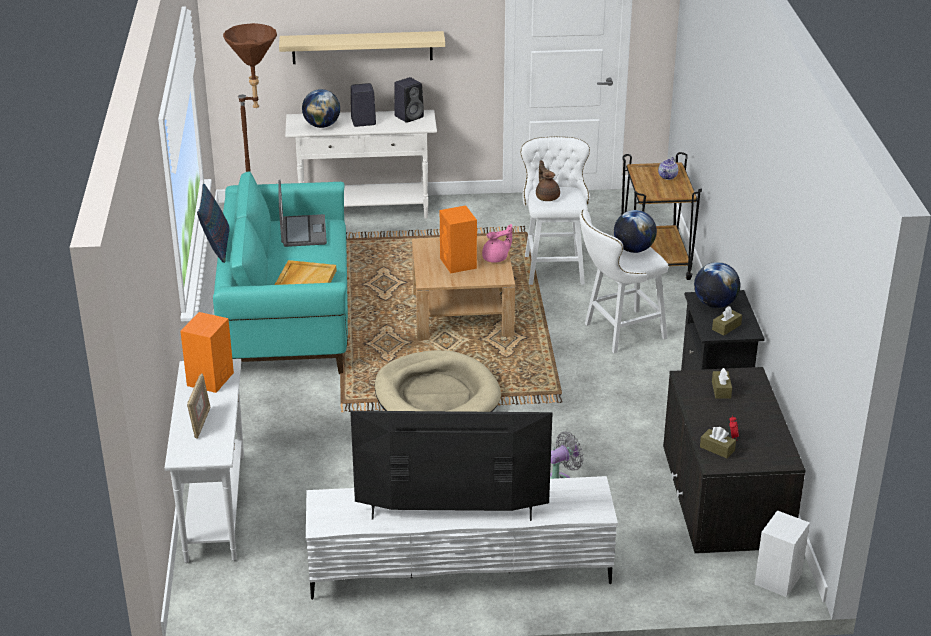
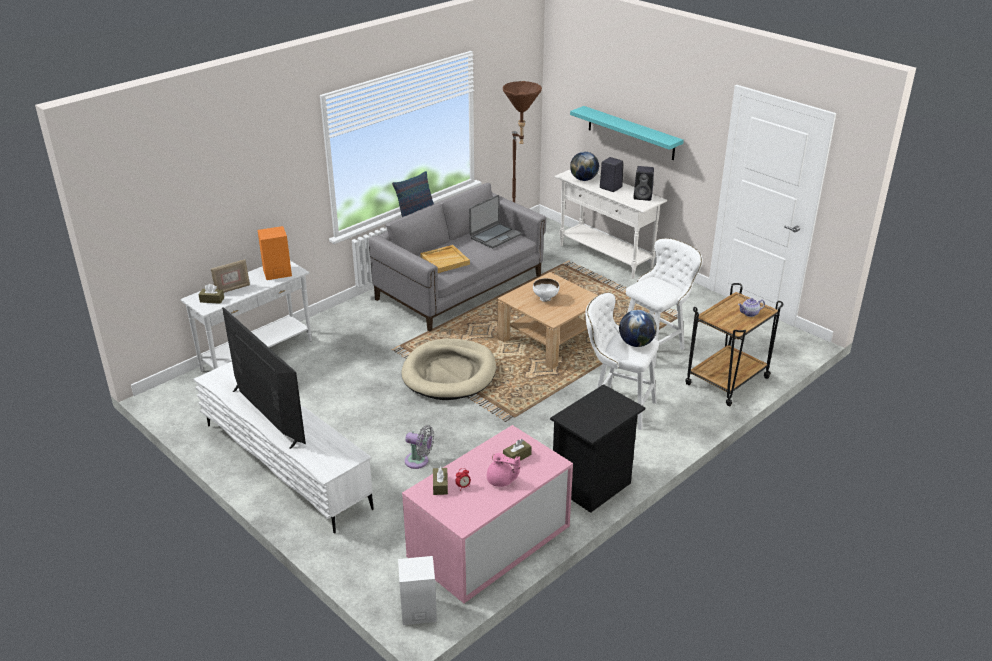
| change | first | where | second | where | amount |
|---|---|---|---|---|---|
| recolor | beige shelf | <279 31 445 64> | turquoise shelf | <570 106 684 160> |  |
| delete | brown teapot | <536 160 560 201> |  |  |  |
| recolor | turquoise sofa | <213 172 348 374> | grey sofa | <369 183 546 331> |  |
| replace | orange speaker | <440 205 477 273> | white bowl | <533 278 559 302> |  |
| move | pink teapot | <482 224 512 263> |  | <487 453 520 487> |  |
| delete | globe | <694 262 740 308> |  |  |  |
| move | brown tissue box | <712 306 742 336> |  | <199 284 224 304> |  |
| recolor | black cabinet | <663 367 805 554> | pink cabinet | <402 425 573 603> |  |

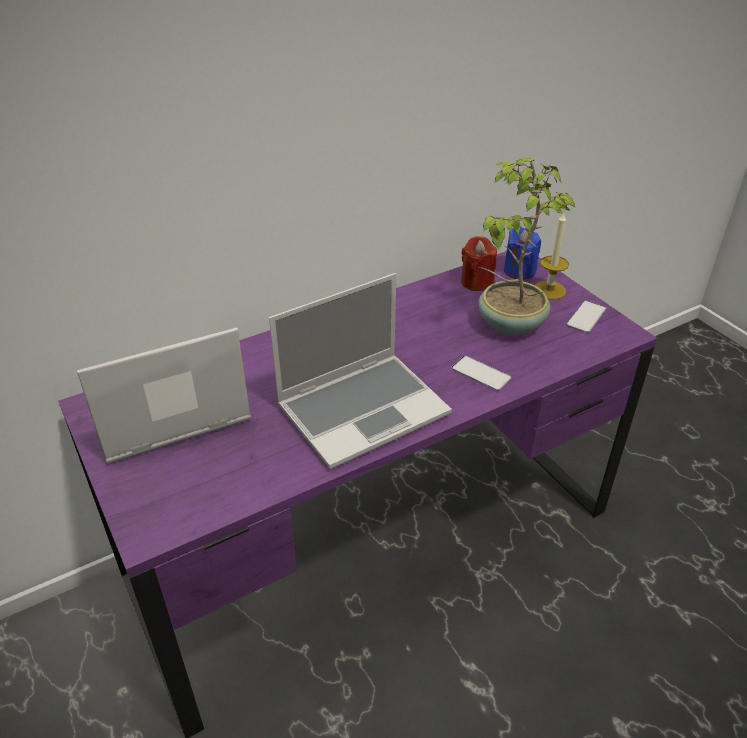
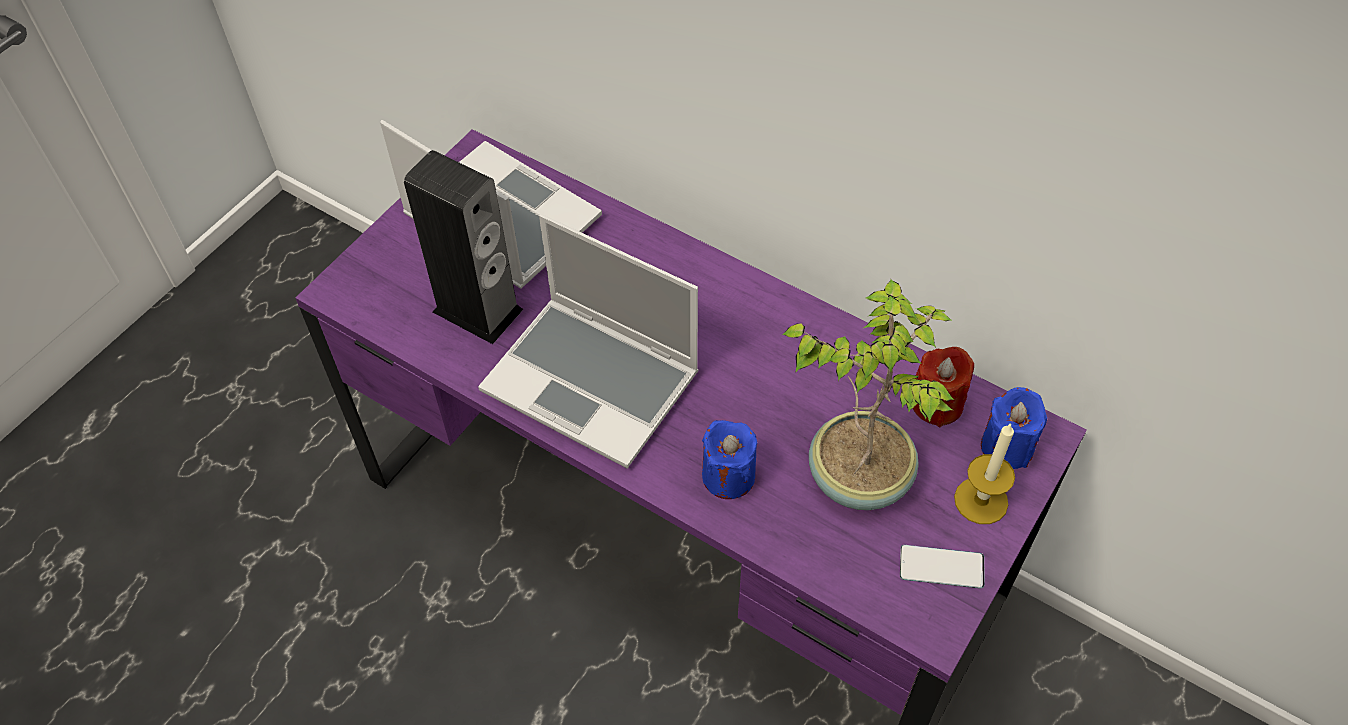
| change | first | where | second | where | amount |
|---|---|---|---|---|---|
| replace | phone | <451 356 511 391> | blue candle | <702 420 757 499> |  |
| insert |  |  | speaker | <404 150 523 344> |  |

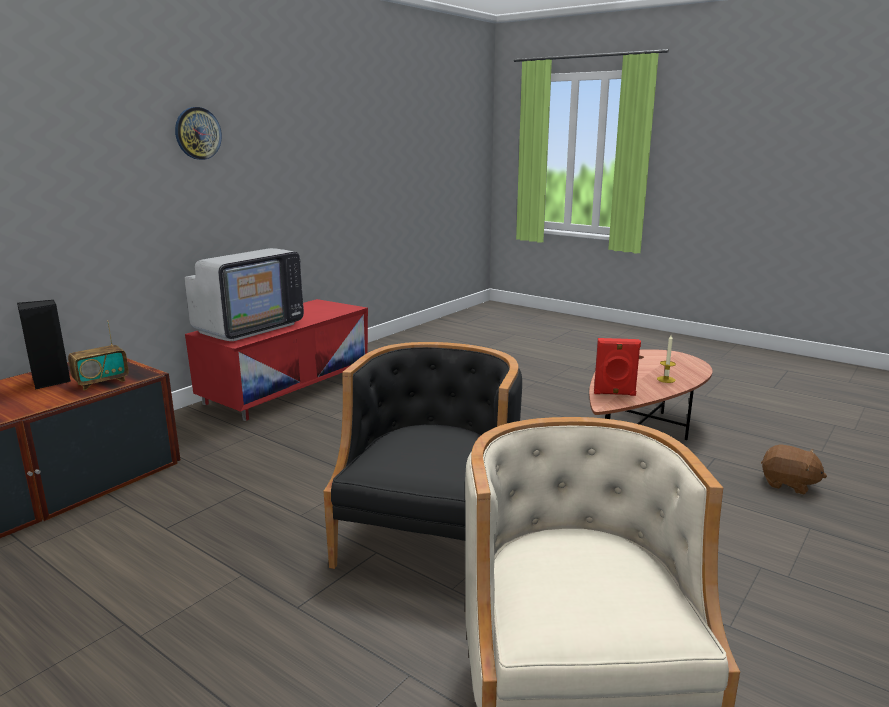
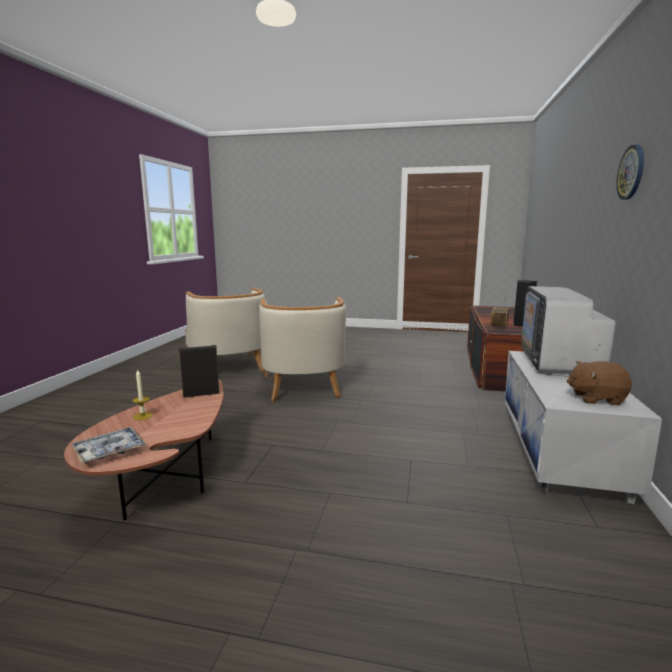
| change | first | where | second | where | amount |
|---|---|---|---|---|---|
| recolor | red tv stand | <185 299 368 421> | white tv stand | <505 351 662 504> |  |
| recolor | red speaker | <594 338 641 396> | black speaker | <179 345 219 398> |  |
| recolor | black armchair | <324 342 522 569> | beige armchair | <259 297 346 402> |  |
| move | brown plush toy | <761 444 827 495> |  | <567 361 632 405> |  |
| insert |  |  | tray | <72 427 146 463> |  |

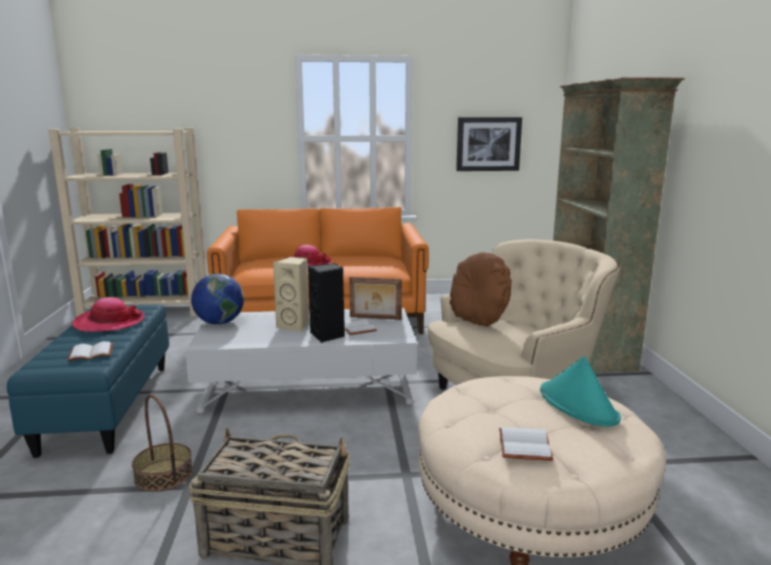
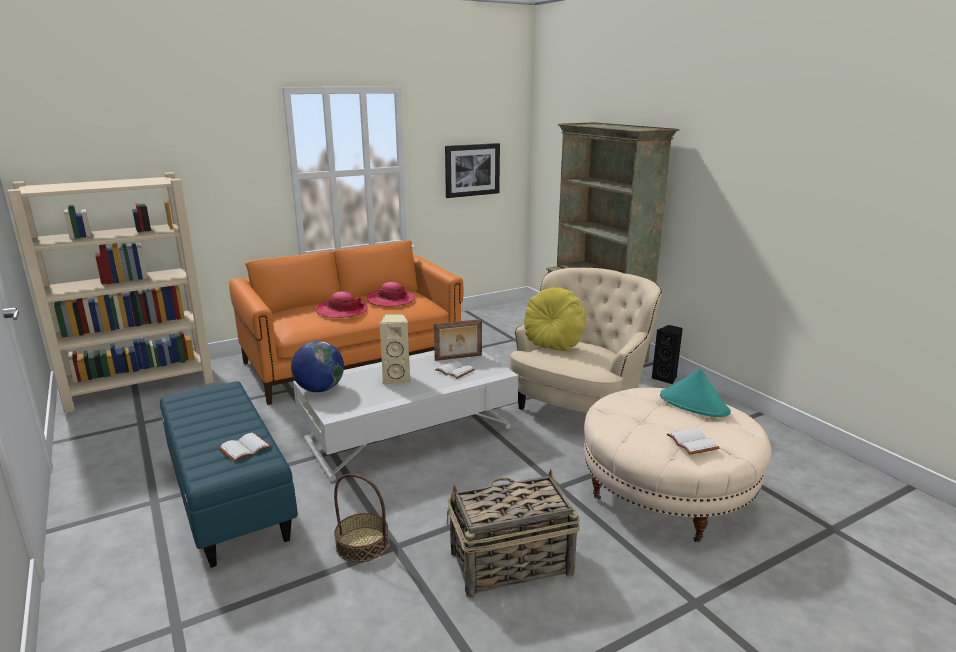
| change | first | where | second | where | amount |
|---|---|---|---|---|---|
| recolor | brown pillow | <450 252 512 327> | yellow pillow | <524 287 585 351> |  |
| move | black speaker | <308 263 345 343> |  | <651 325 683 384> |  |
| move | hat | <72 297 144 332> |  | <366 282 415 307> |  |

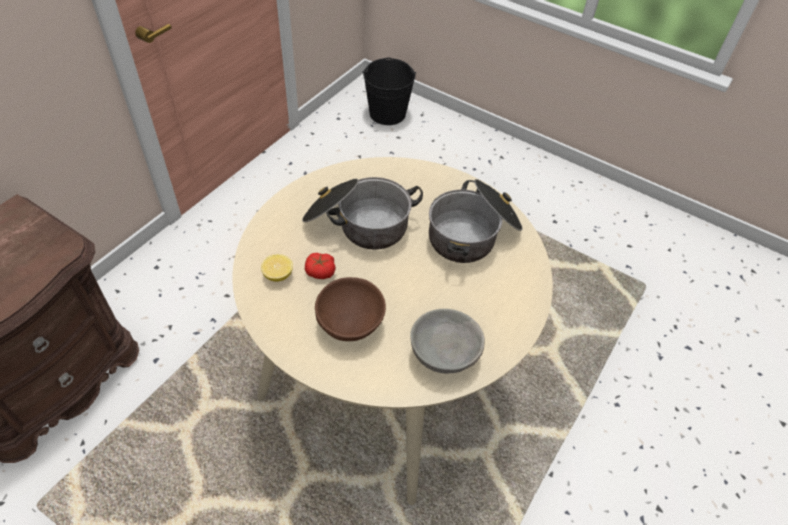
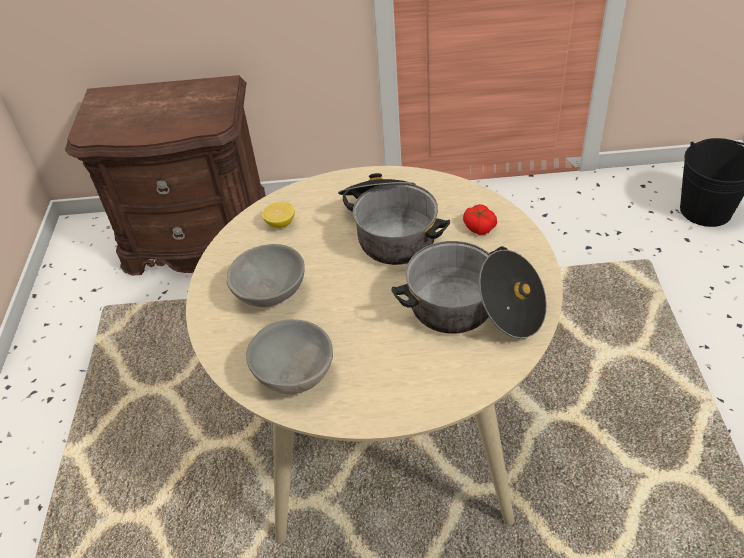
| change | first | where | second | where | amount |
|---|---|---|---|---|---|
| move | tomato | <305 253 336 279> |  | <463 204 497 235> |  |
| recolor | brown bowl | <315 277 386 341> | grey bowl | <227 244 305 307> |  |

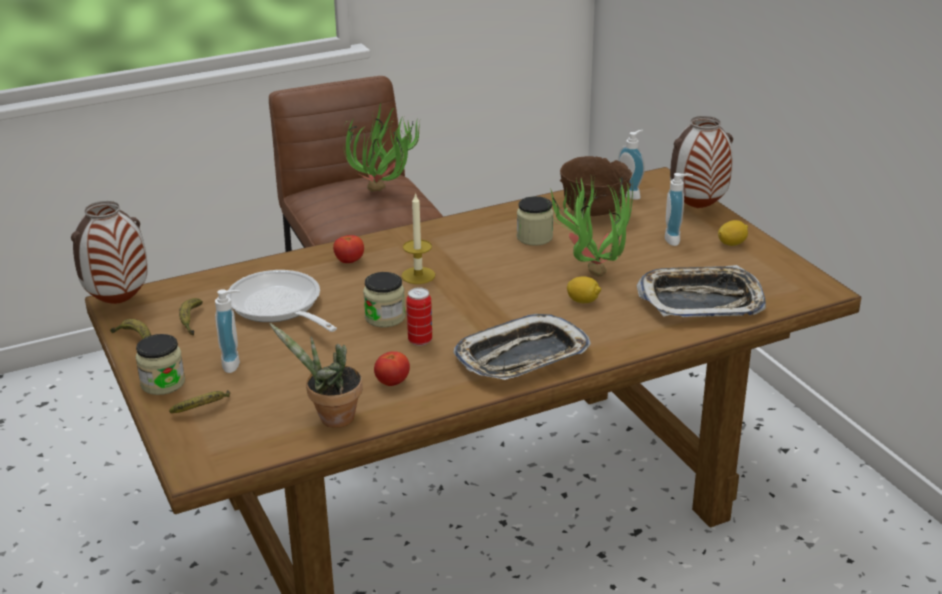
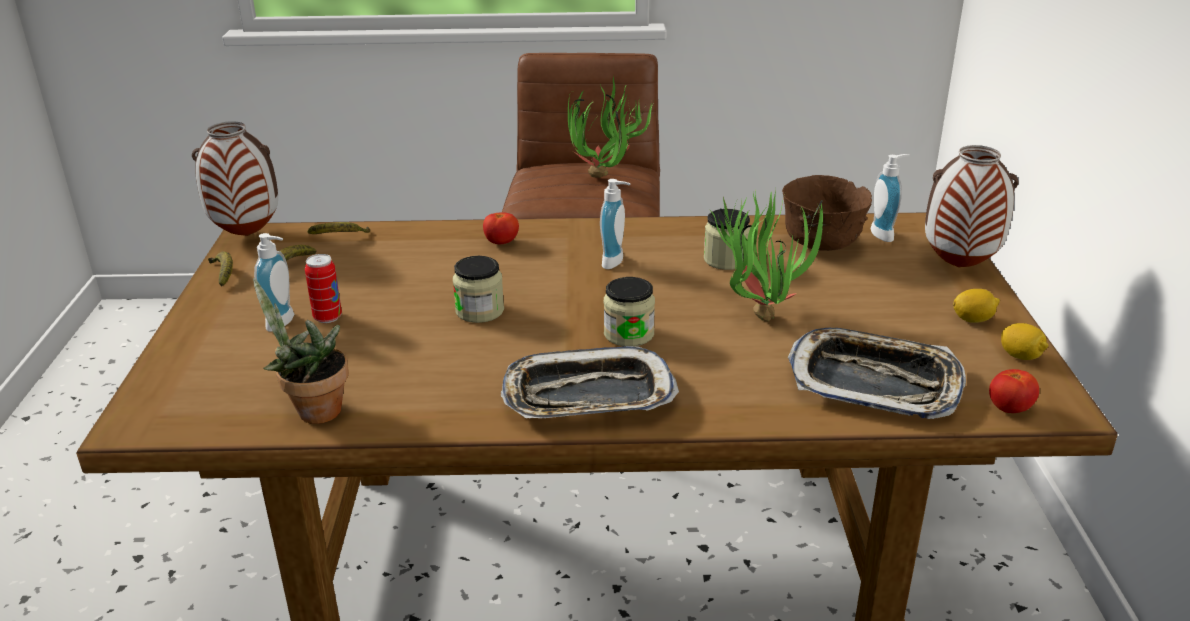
| change | first | where | second | where | amount |
|---|---|---|---|---|---|
| move | soap dispenser | <665 173 693 246> |  | <600 179 631 269> |  |
| delete | candle | <402 193 435 284> |  |  |  |
| delete | frying pan | <226 270 337 332> |  |  |  |
| move | lemon | <567 276 601 303> |  | <1001 323 1049 360> |  |
| move | can | <406 287 432 346> |  | <305 254 342 323> |  |
| move | jar | <135 334 185 395> |  | <604 277 655 347> |  |
| move | tomato | <374 351 410 386> |  | <989 369 1039 413> |  |
| move | banana | <169 390 230 413> |  | <307 222 370 234> |  |

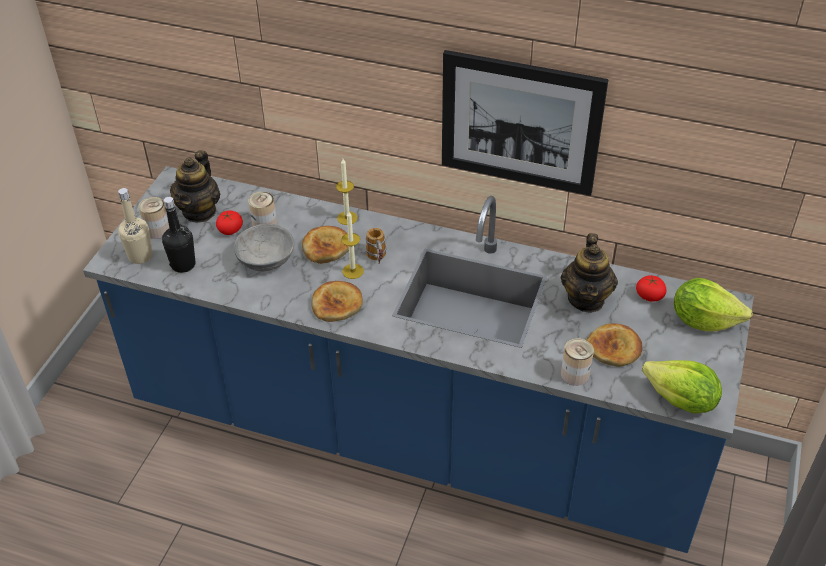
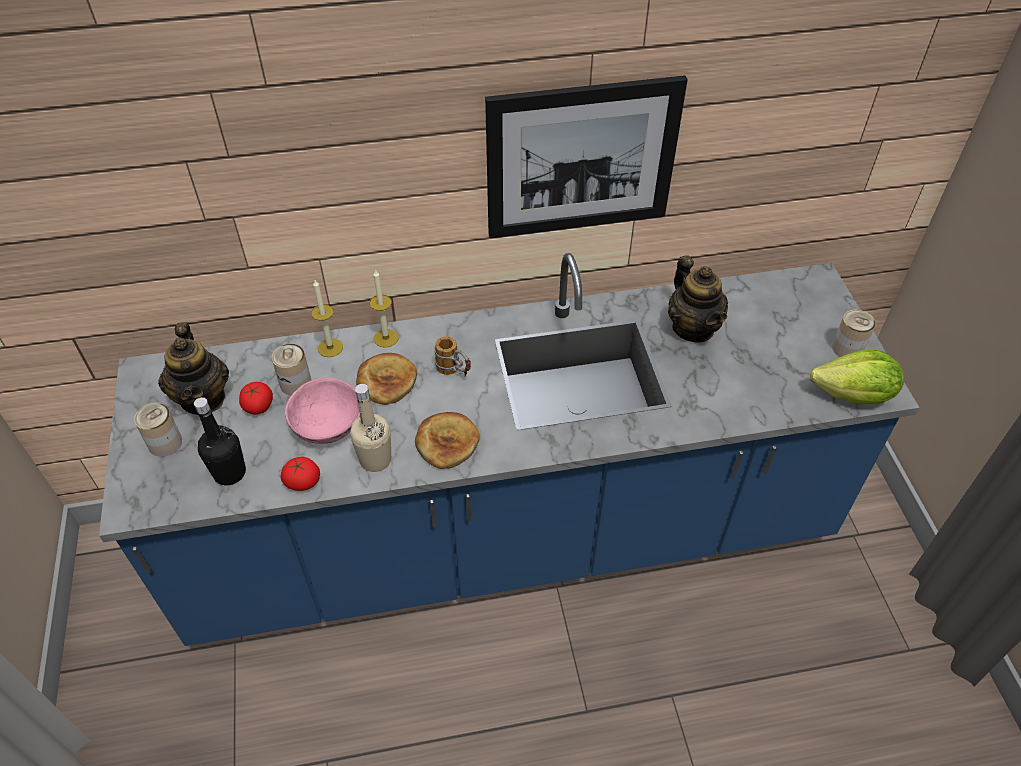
| change | first | where | second | where | amount |
|---|---|---|---|---|---|
| move | beige bottle | <118 188 153 264> |  | <350 384 391 472> |  |
| move | candle | <342 211 364 279> |  | <311 280 343 357> |  |
| recolor | grey bowl | <234 223 294 271> | pink bowl | <285 378 360 444> |  |
| move | tomato | <636 275 667 302> |  | <281 457 320 491> |  |
| delete | lettuce | <674 278 753 331> |  |  |  |
| delete | bread | <586 324 642 367> |  |  |  |
| move | can | <561 338 594 386> |  | <832 310 876 357> |  |

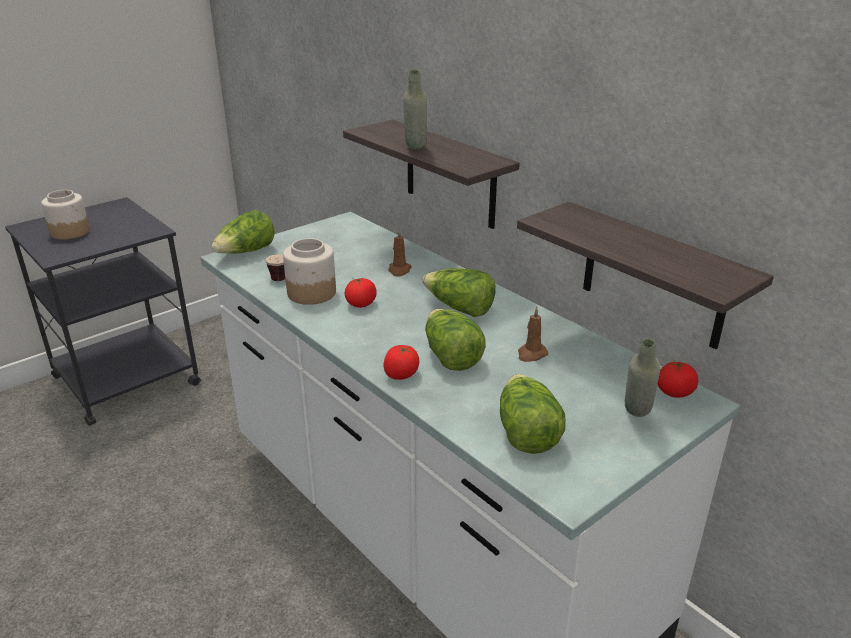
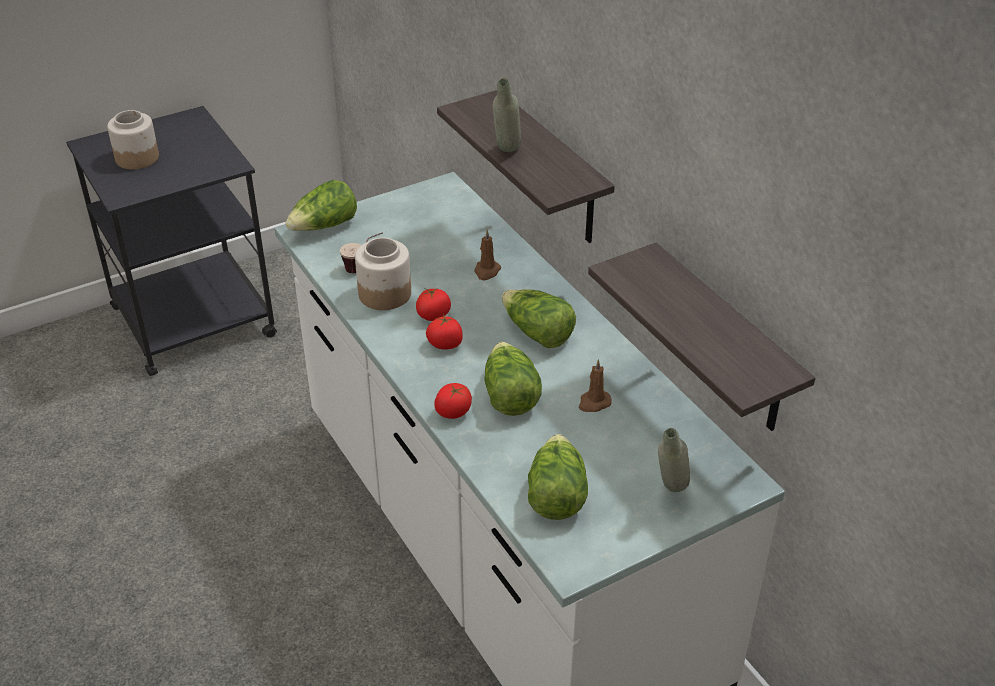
| change | first | where | second | where | amount |
|---|---|---|---|---|---|
| move | tomato | <657 360 698 398> |  | <426 314 463 349> |  |

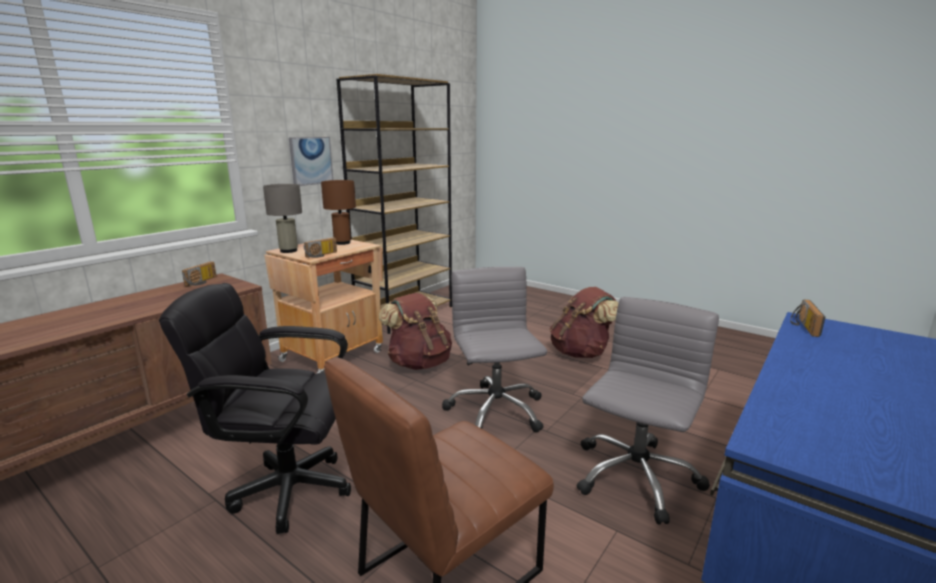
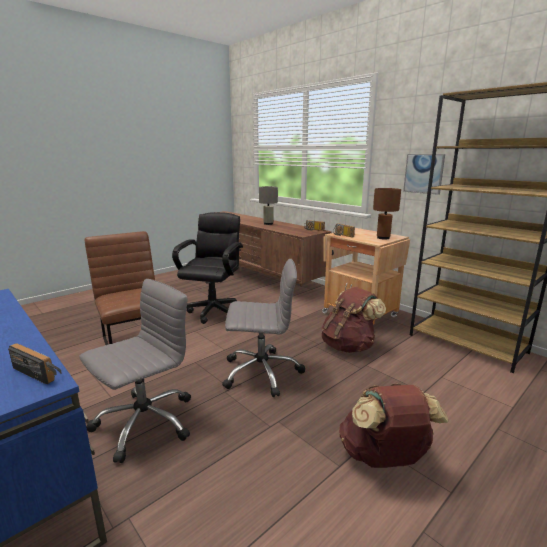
| change | first | where | second | where | amount |
|---|---|---|---|---|---|
| move | grey table lamp | <263 184 302 253> |  | <259 186 278 225> |  |
| rotate | grey office chair | <577 297 719 524> |  | <79 279 191 463> | 90 degrees counterclockwise |

